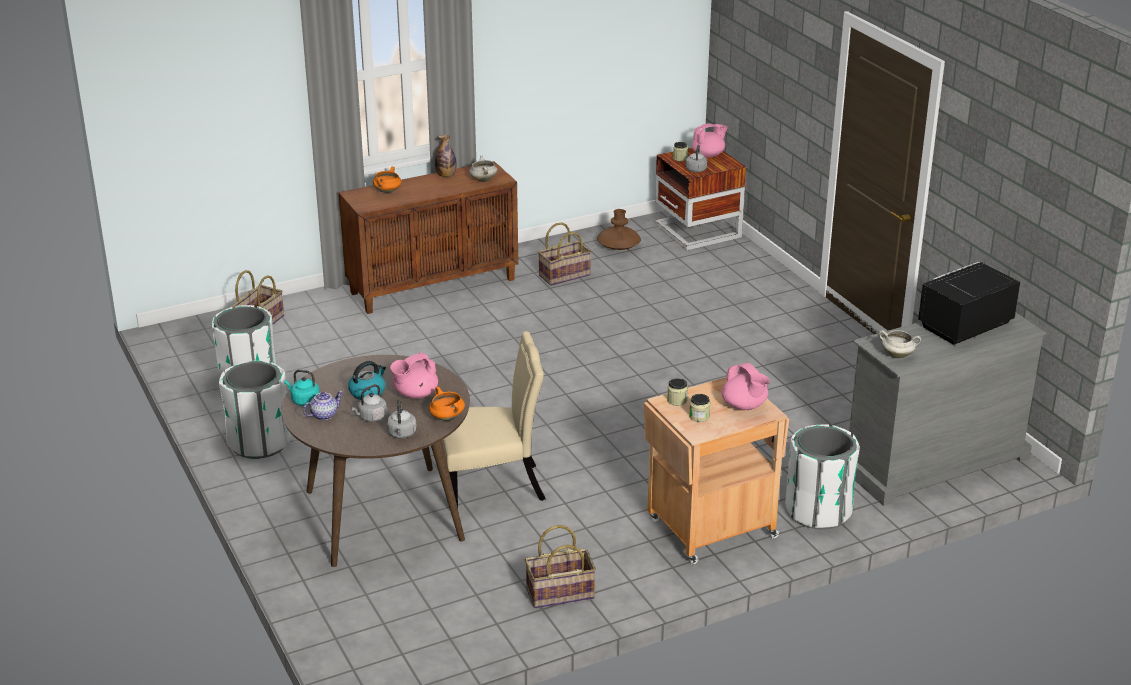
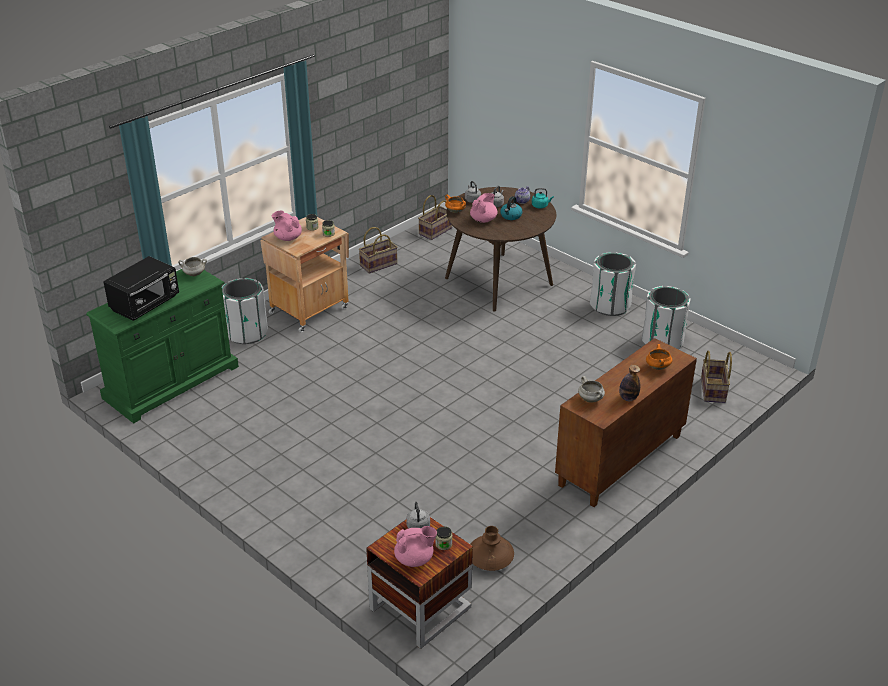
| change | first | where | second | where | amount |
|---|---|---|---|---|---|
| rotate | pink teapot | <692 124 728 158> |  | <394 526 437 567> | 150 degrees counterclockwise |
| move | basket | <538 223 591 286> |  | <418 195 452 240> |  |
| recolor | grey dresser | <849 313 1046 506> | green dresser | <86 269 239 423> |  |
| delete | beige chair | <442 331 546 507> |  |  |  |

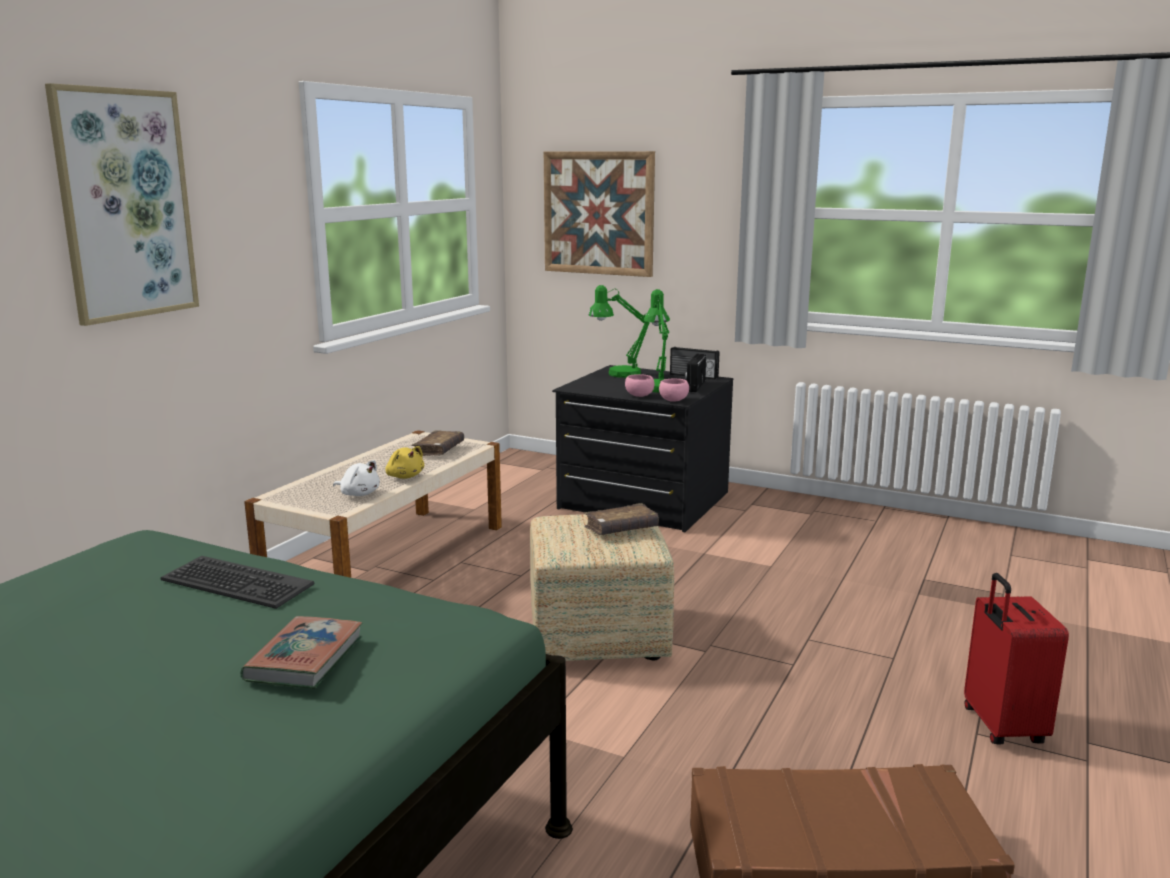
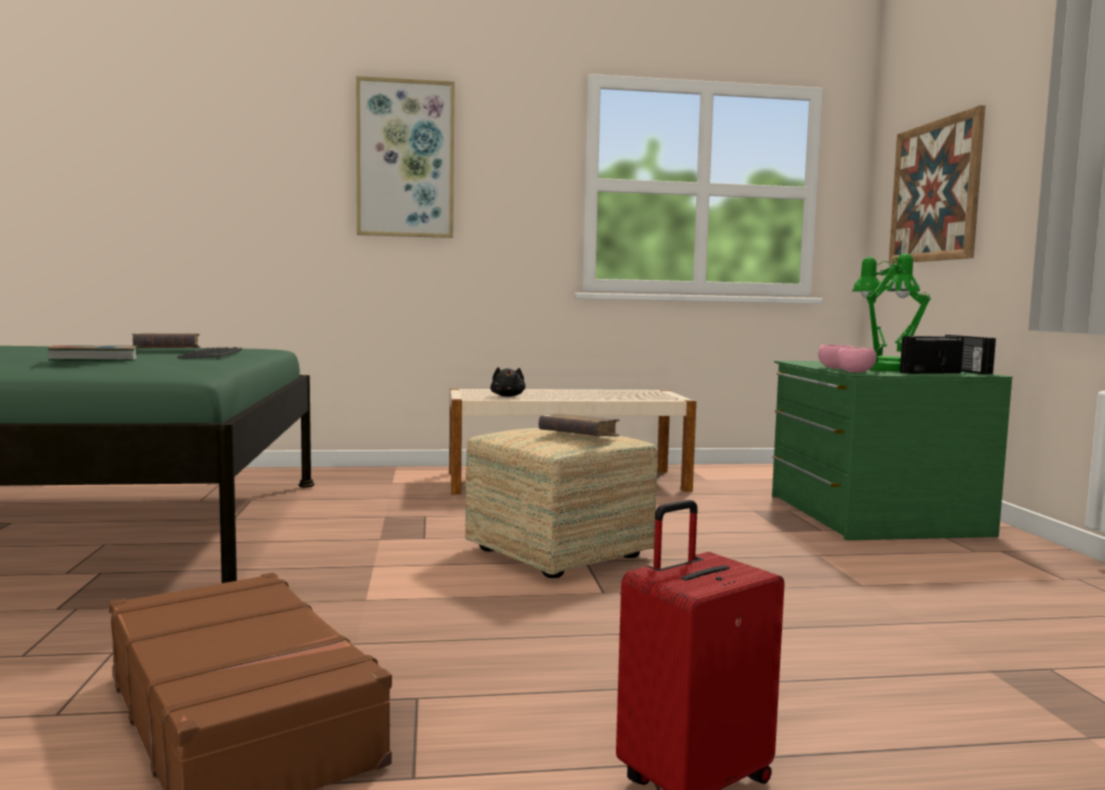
| change | first | where | second | where | amount |
|---|---|---|---|---|---|
| recolor | black dresser | <552 365 734 532> | green dresser | <772 361 1013 540> |  |
| move | brown book | <411 431 464 456> |  | <132 333 201 349> |  |
| delete | yellow plush toy | <385 446 424 479> |  |  |  |
| recolor | white plush toy | <333 460 380 496> | black plush toy | <490 367 525 397> |  |

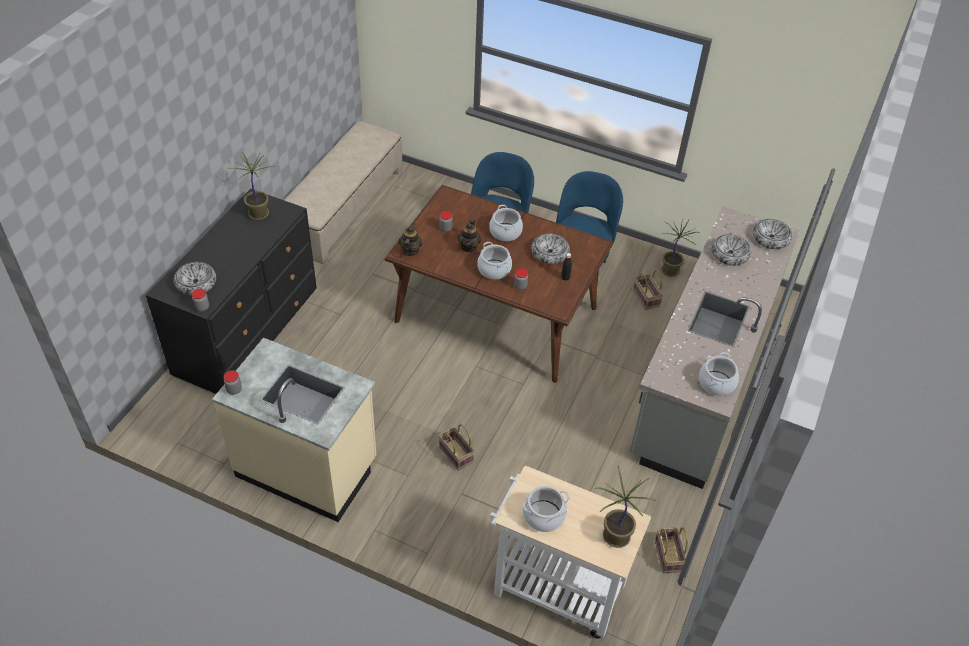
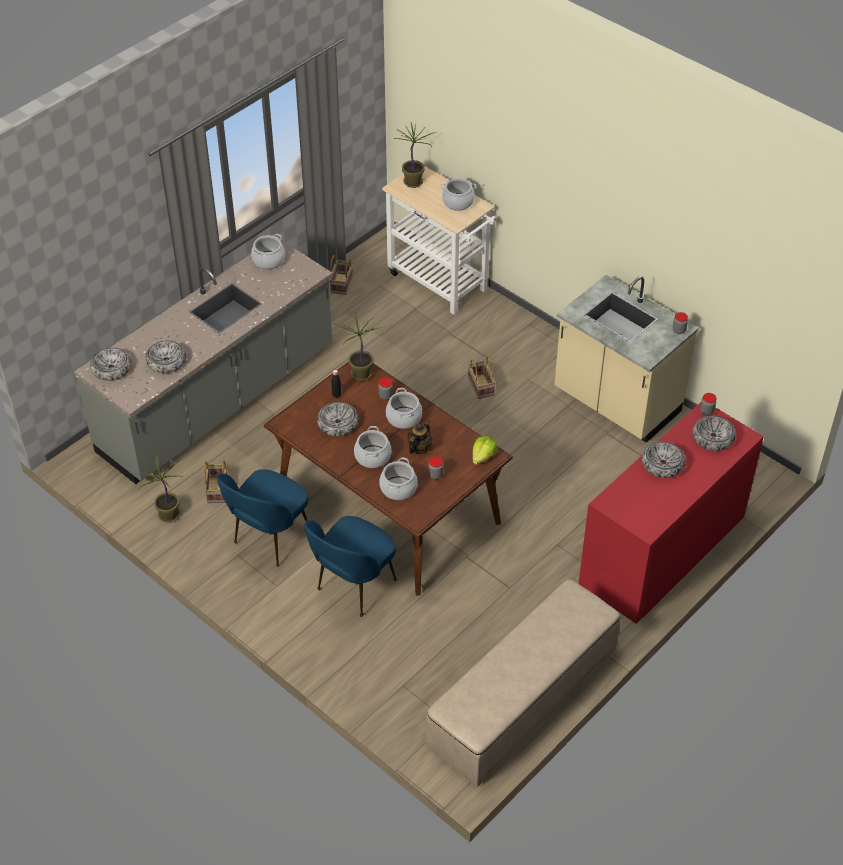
| change | first | where | second | where | amount |
|---|---|---|---|---|---|
| move | potted plant | <228 152 274 220> |  | <335 313 383 381> |  |
| recolor | black dresser | <146 189 317 394> | red dresser | <578 402 764 624> |  |
| replace | teapot | <399 223 422 256> | lettuce | <472 436 498 465> |  |
| insert |  |  | bowl | <642 442 686 478> |  |
| insert |  |  | cooking pot | <379 457 418 500> |  |

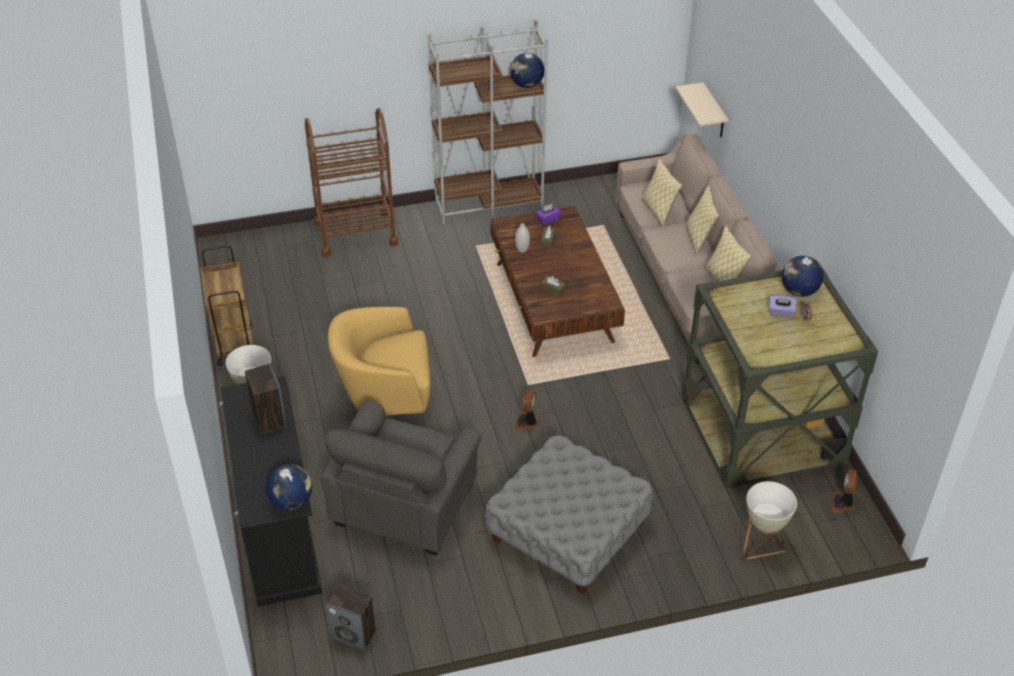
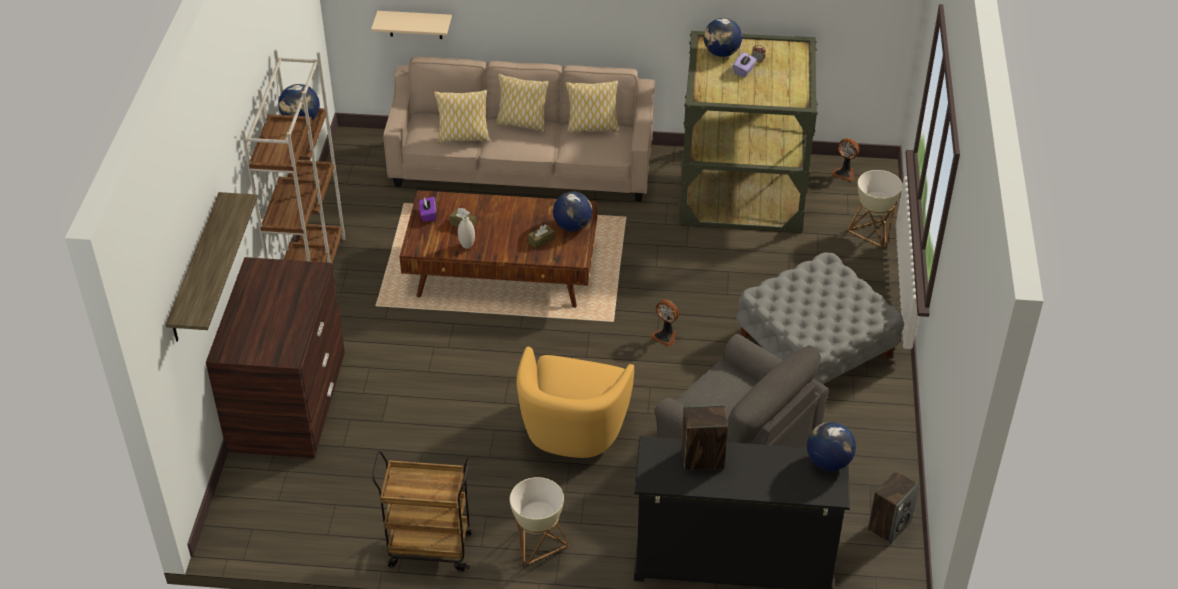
| change | first | where | second | where | amount |
|---|---|---|---|---|---|
| replace | brown cart | <305 108 399 257> | brown dresser | <206 257 345 458> |  |
| insert |  |  | shelf | <165 192 257 342> |  |
| insert |  |  | globe | <553 192 592 231> |  |

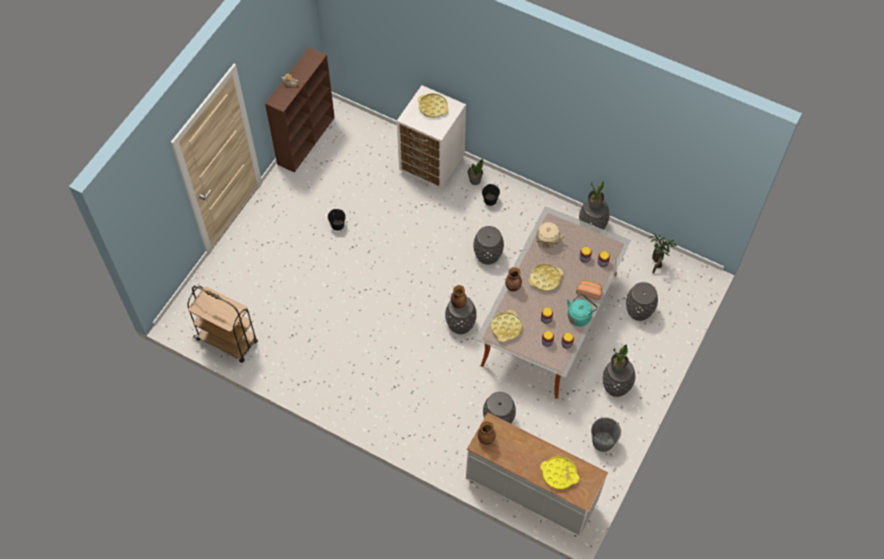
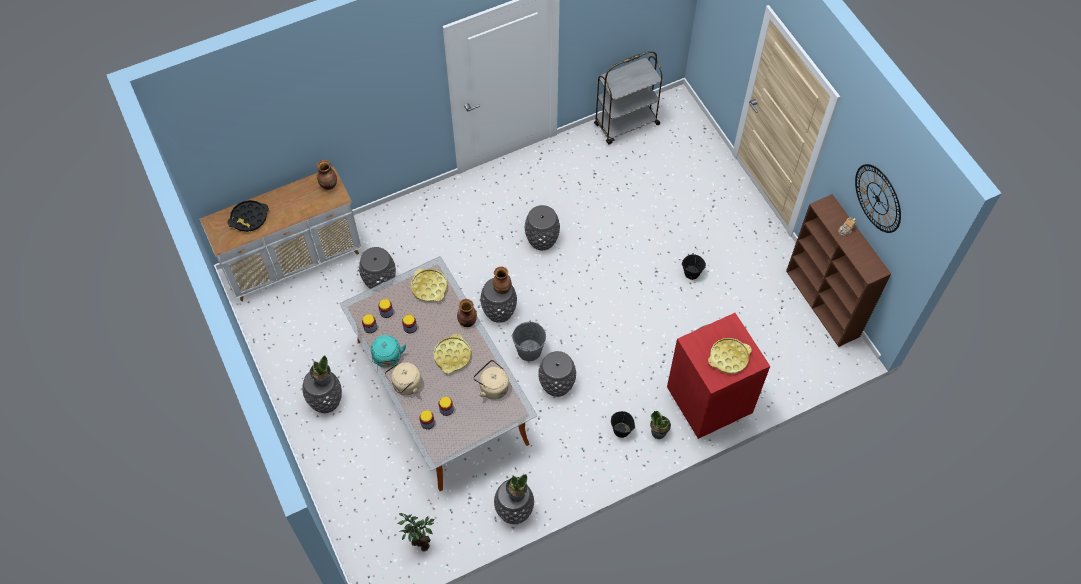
| change | first | where | second | where | amount |
|---|---|---|---|---|---|
| recolor | white dresser | <397 85 466 189> | red dresser | <667 313 770 439> |  |
| replace | bread | <576 280 602 300> | beige kettle | <385 362 422 395> |  |
| move | grey stool | <626 282 658 321> |  | <525 205 560 250> |  |
| recolor | brown cart | <187 286 258 363> | grey cart | <594 51 662 145> |  |
| move | grey bucket | <591 417 621 452> |  | <512 320 546 361> |  |
| recolor | yellow tray | <540 456 579 489> | black tray | <228 200 269 232> |  |
| insert |  |  | wall clock | <855 164 901 233> |  |

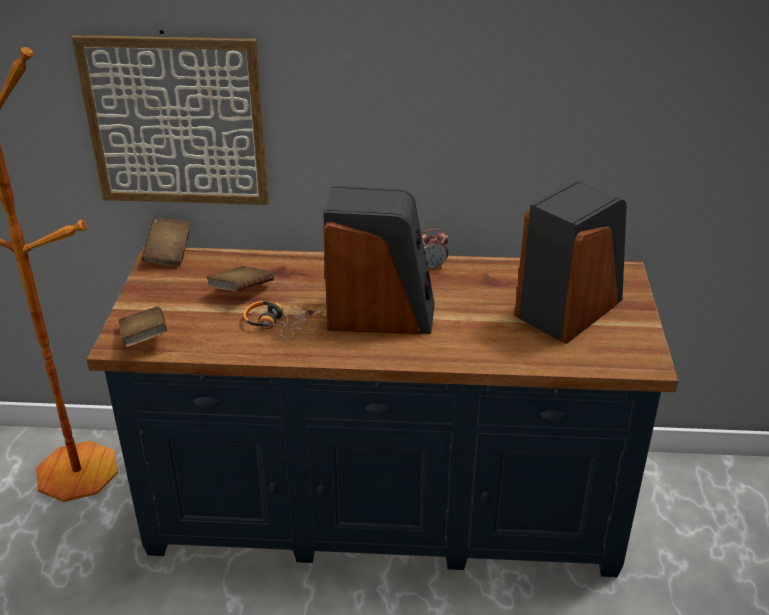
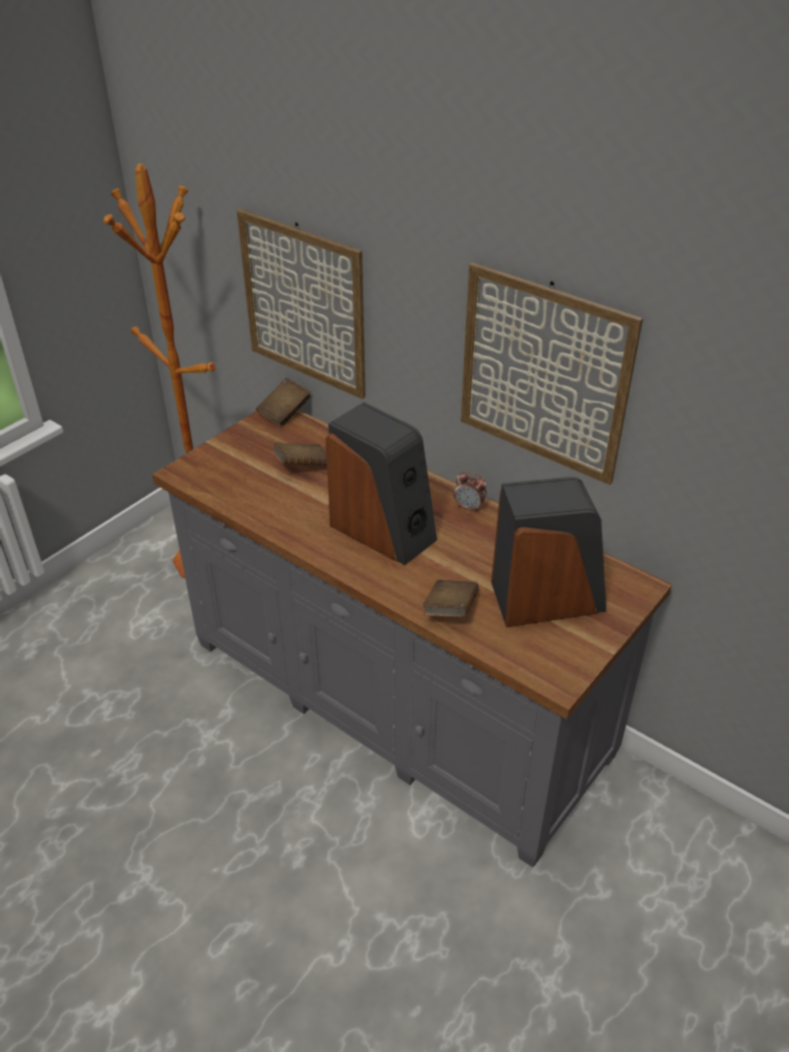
| change | first | where | second | where | amount |
|---|---|---|---|---|---|
| recolor | blue dresser | <87 246 678 577> | grey dresser | <152 410 672 867> |  |
| delete | headphones | <243 301 309 338> |  |  |  |
| move | brown book | <119 307 167 348> |  | <422 579 479 617> |  |
| insert |  |  | picture | <461 262 643 485> |  |

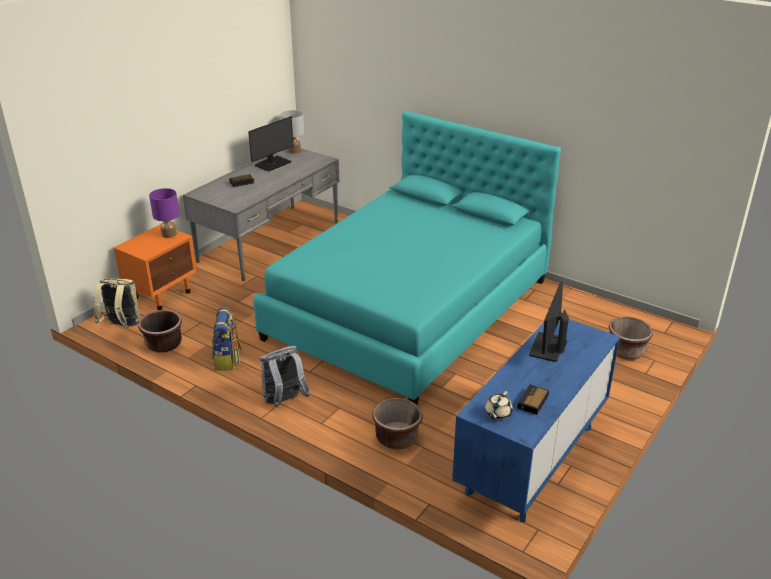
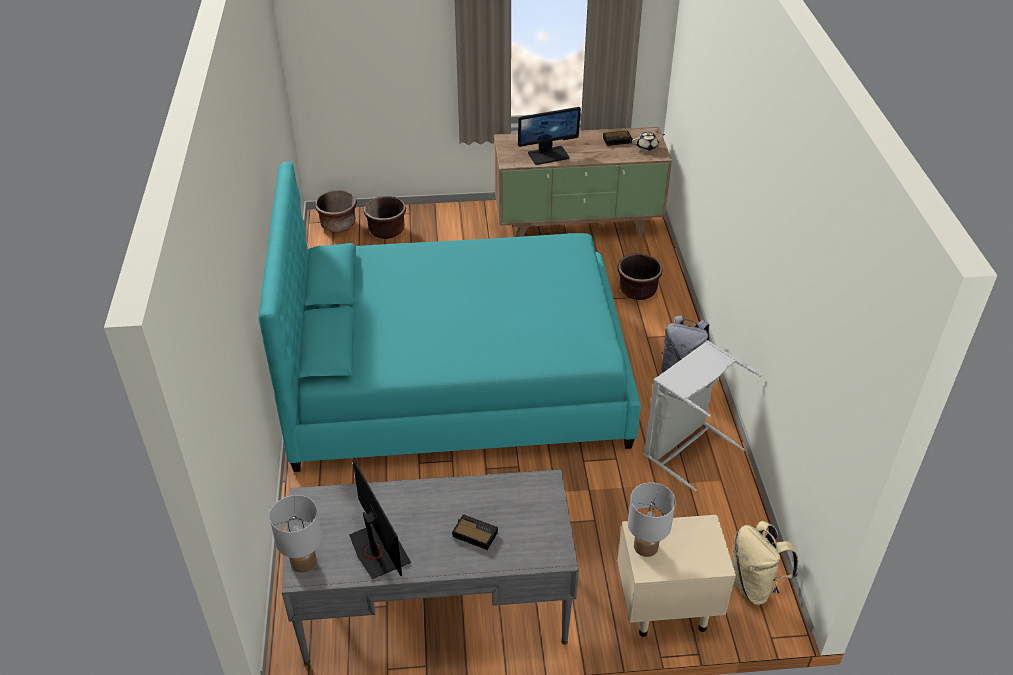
| change | first | where | second | where | amount |
|---|---|---|---|---|---|
| rotate | monitor | <248 116 293 172> |  | <349 459 411 579> | 60 degrees clockwise |
| recolor | purple table lamp | <149 188 179 238> | grey table lamp | <628 482 676 557> |  |
| recolor | orange nightstand | <114 224 197 310> | beige nightstand | <617 515 736 637> |  |
| replace | backpack | <212 307 242 371> | grey laundry basket | <644 340 762 491> |  |
| move | brown planter | <138 310 182 353> |  | <315 190 357 233> |  |
| recolor | blue dresser | <452 319 620 522> | green dresser | <494 127 672 238> |  |

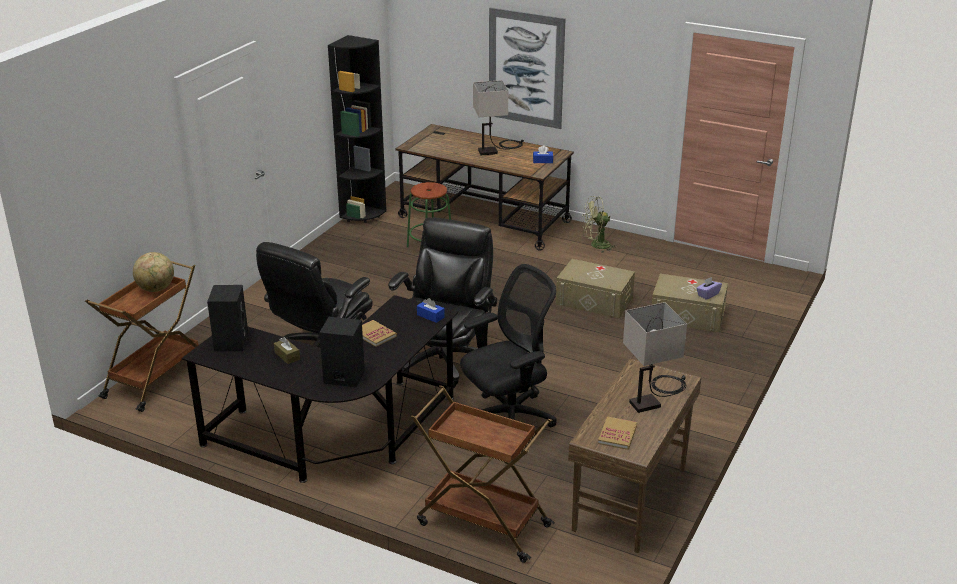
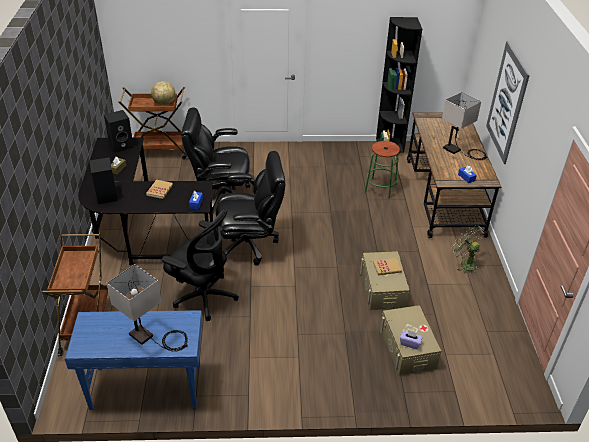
| change | first | where | second | where | amount |
|---|---|---|---|---|---|
| recolor | brown console table | <568 359 701 553> | blue console table | <65 310 202 410> |  |
| move | book | <598 416 637 450> |  | <373 258 402 275> |  |

